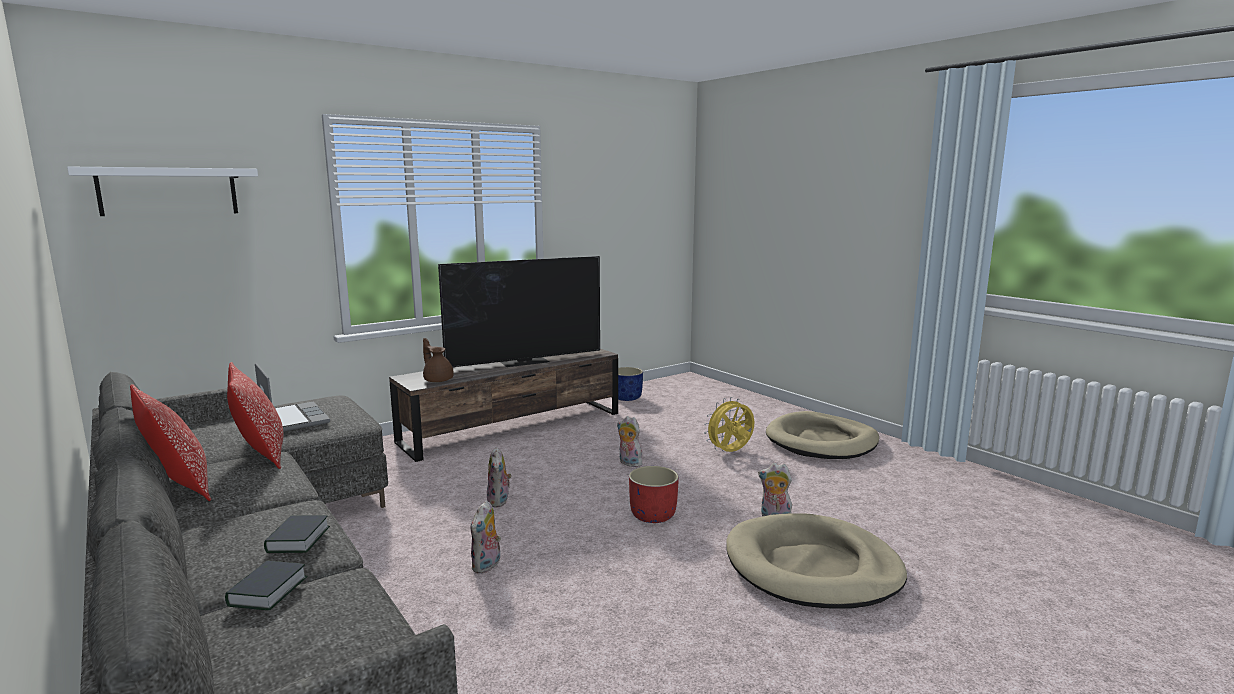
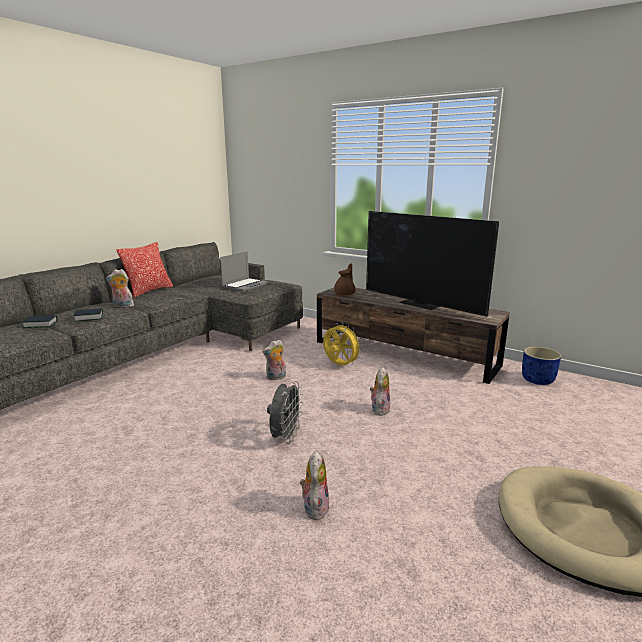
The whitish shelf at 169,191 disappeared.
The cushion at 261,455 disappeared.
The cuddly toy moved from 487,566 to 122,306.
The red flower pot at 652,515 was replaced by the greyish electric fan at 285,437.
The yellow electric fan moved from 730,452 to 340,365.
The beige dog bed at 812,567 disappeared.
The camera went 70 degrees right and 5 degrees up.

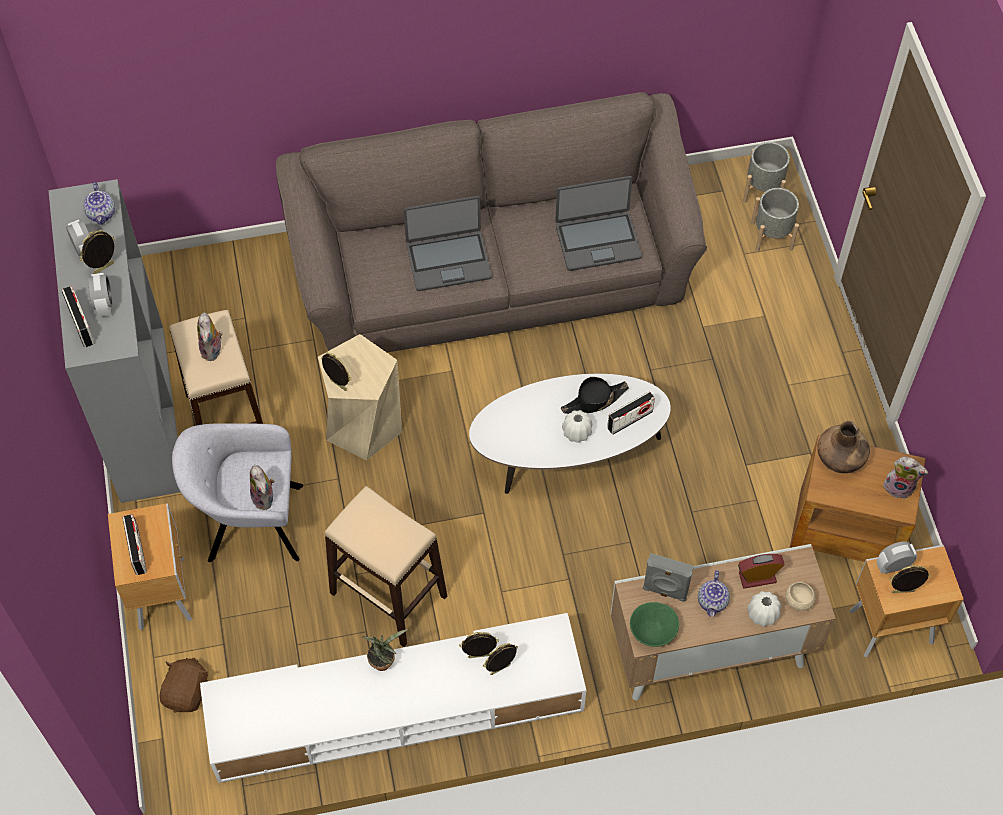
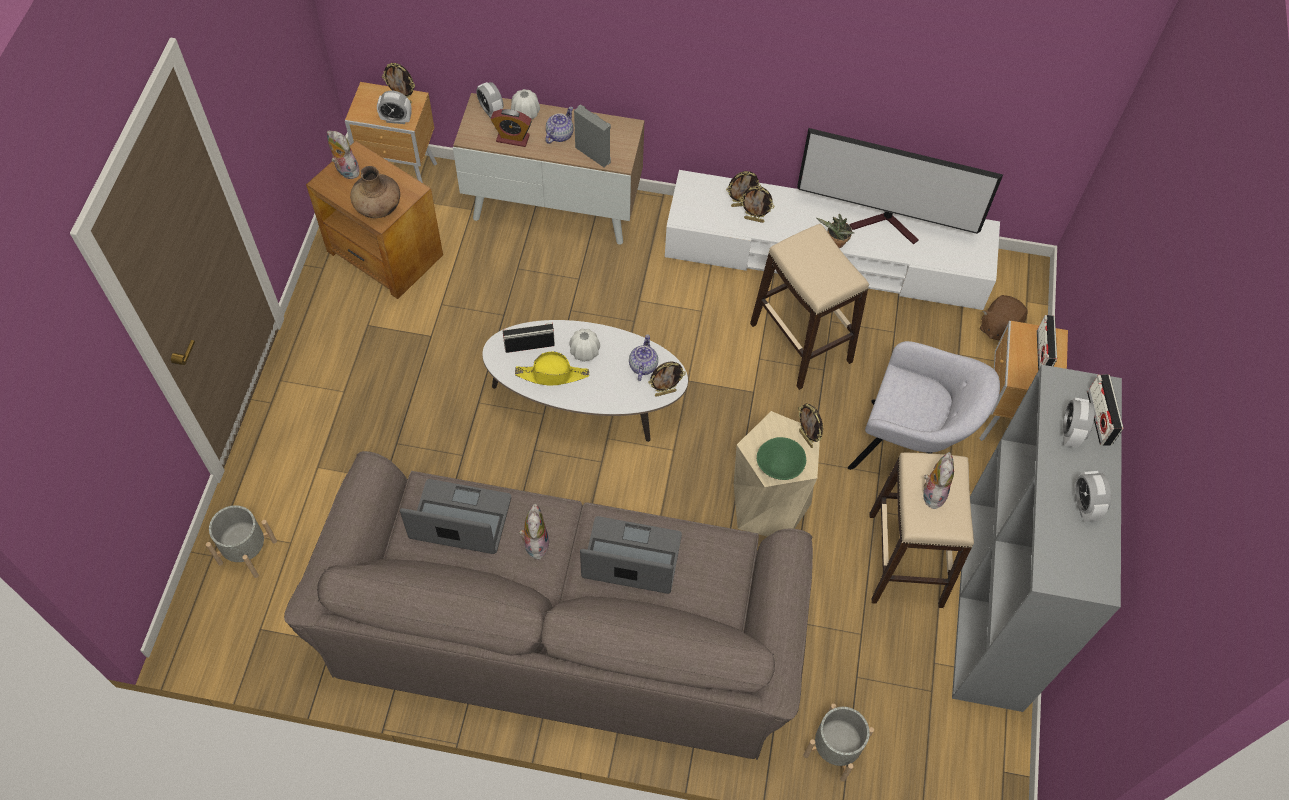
The picture frame moved from 104,269 to 665,392.
The teapot moved from 102,213 to 642,365.
The cuddly toy moved from 265,498 to 535,543.
The black hat at 594,400 became the yellow hat at 552,374.
The green deep dish moved from 653,631 to 778,467.
The greyish flower pot moved from 763,190 to 834,749.
The beige deep dish at 798,601 was replaced by the table clock at 491,112.
The television at 887,225 appeared.
The camera went 160 degrees left and 0 degrees up.

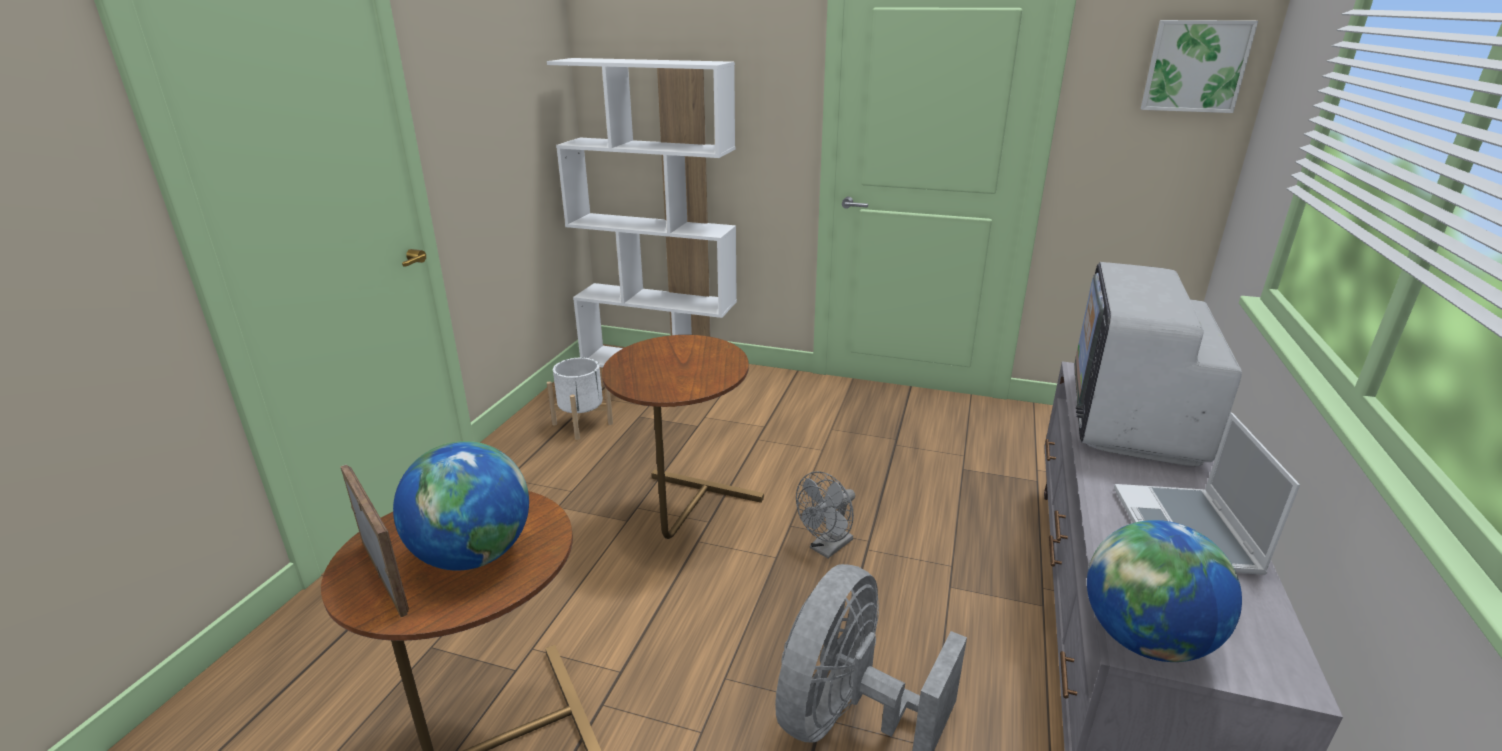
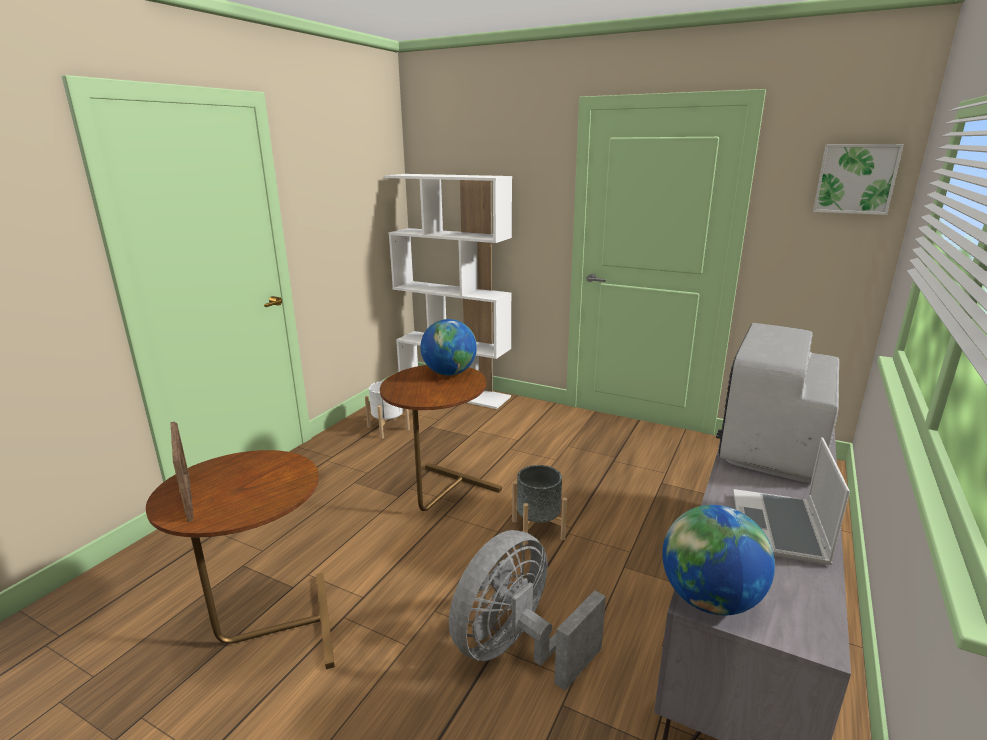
The world globe moved from 473,555 to 449,373.
The greyish electric fan at 827,548 was replaced by the greyish flower pot at 538,529.
The camera went 10 degrees right and 5 degrees down.

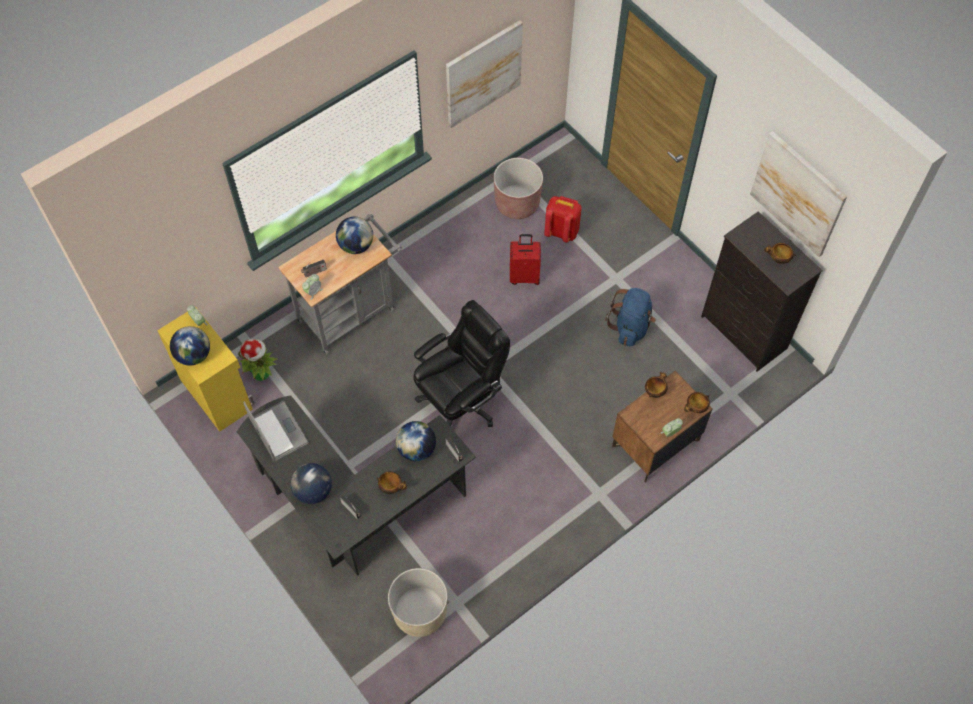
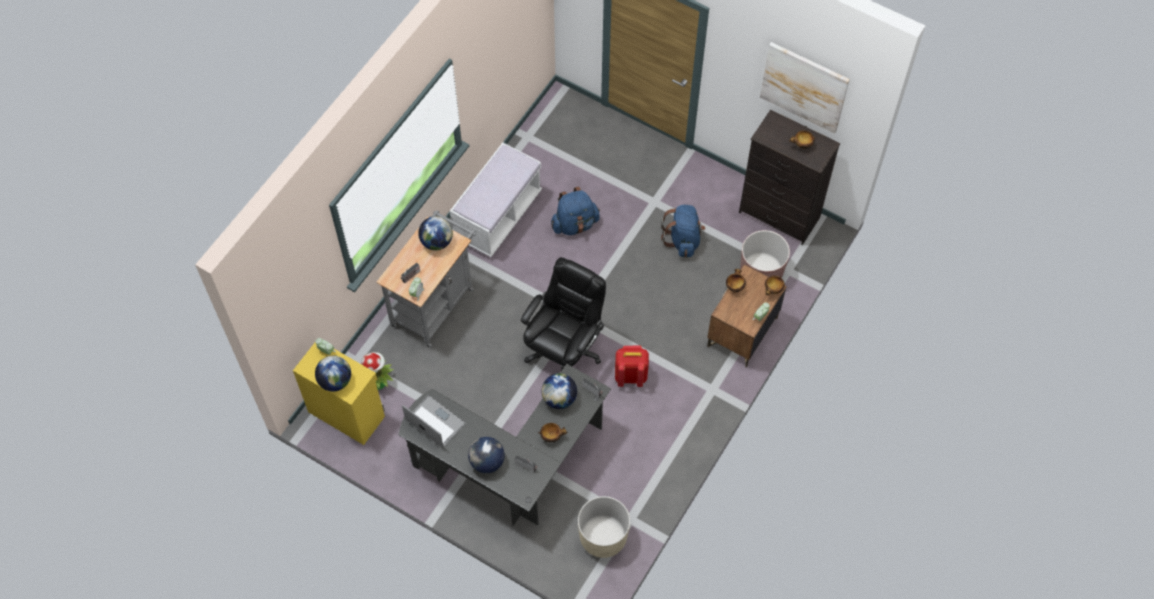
The wall art at 483,73 disappeared.
The brownish flower pot moved from 517,203 to 761,272.
The red suitcase at 524,276 was replaced by the bluish rucksack at 575,224.
The red rucksack moved from 561,231 to 630,375.
The whitish indoor bench at 498,216 appeared.
The camera went 20 degrees left and 0 degrees up.

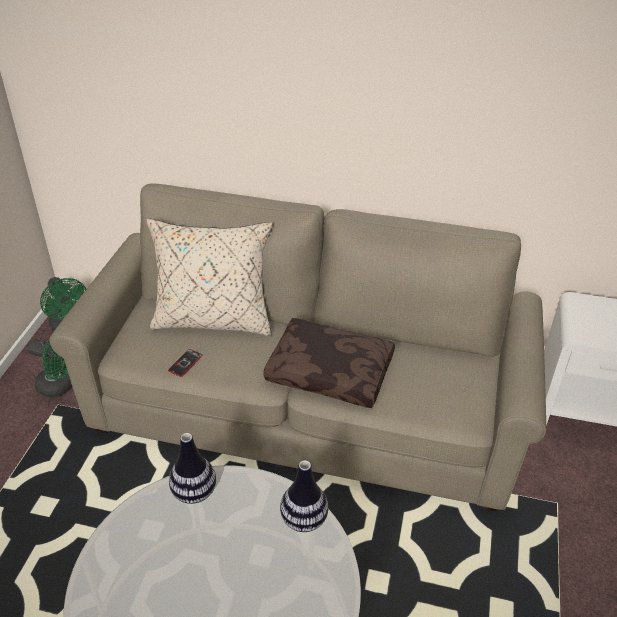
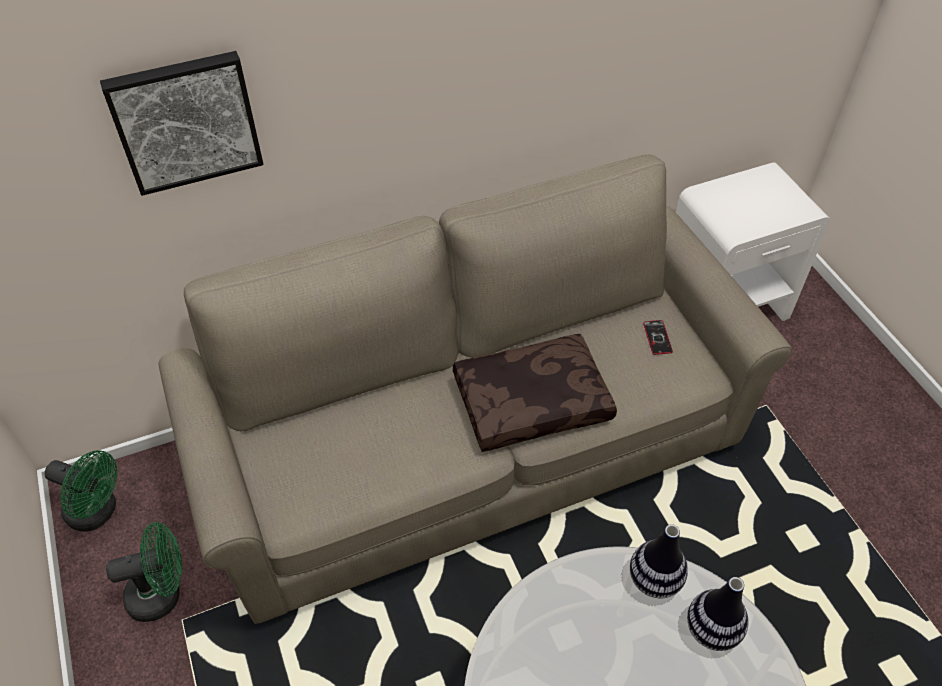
The beige cushion at 213,319 disappeared.
The phone moved from 185,363 to 657,338.
The vase moved from 194,492 to 712,630.
The wall art at 185,121 appeared.
The camera went 35 degrees left and 10 degrees up.

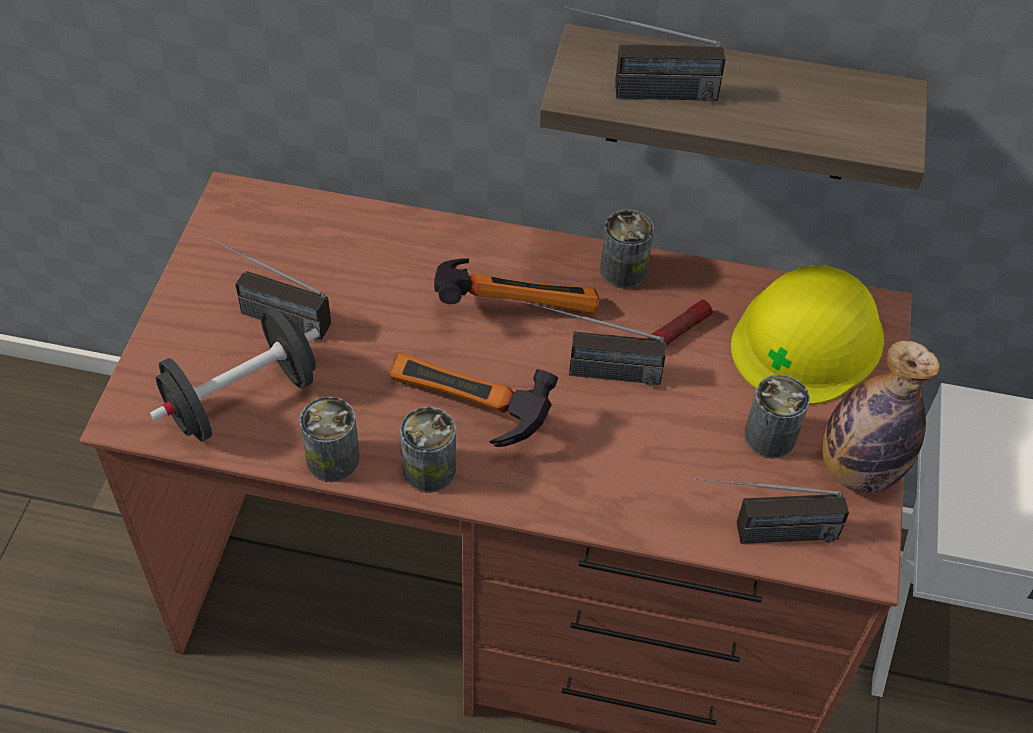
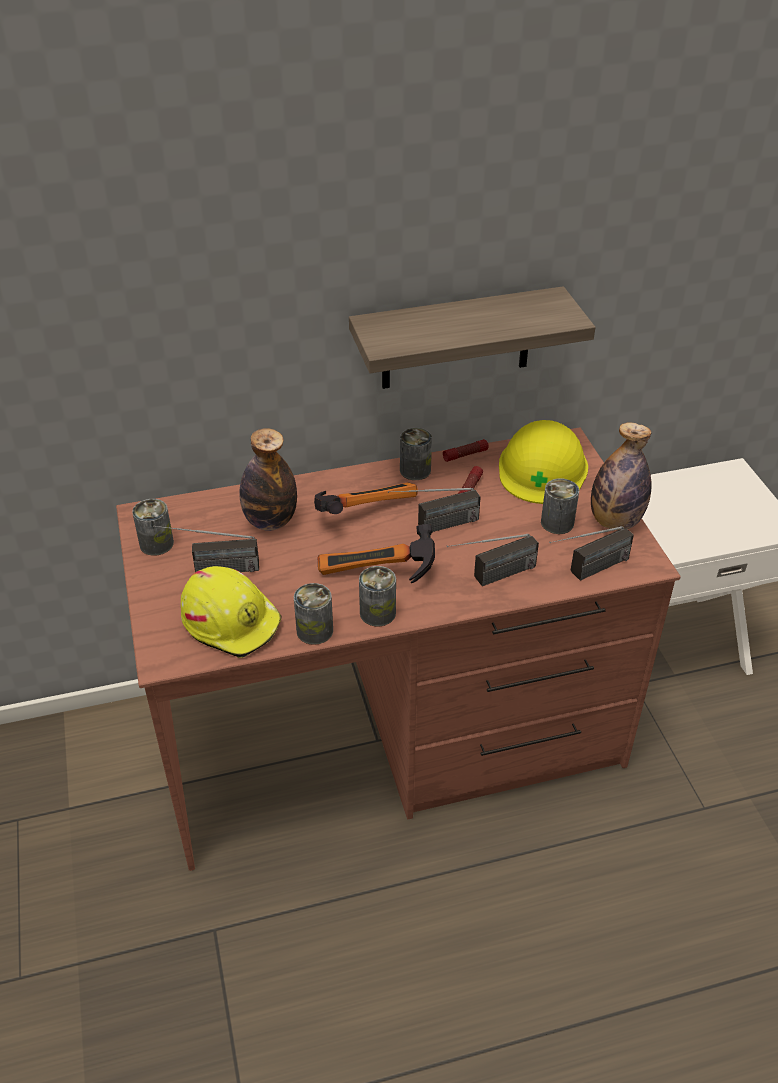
The black hand weight at 242,399 was replaced by the yellow work helmet at 232,621.
The radio moved from 638,92 to 491,578.
The can at 156,543 appeared.
The bottle at 270,521 appeared.
The hand torch at 465,455 appeared.
The camera went 25 degrees left and 10 degrees down.

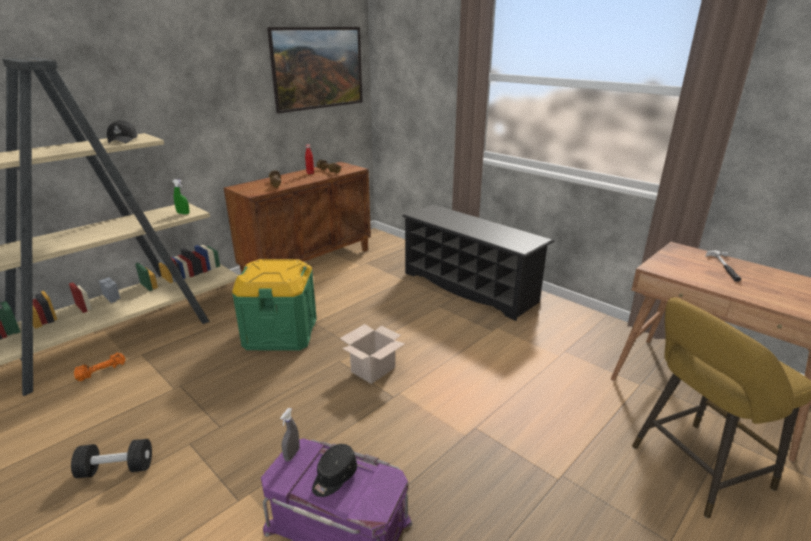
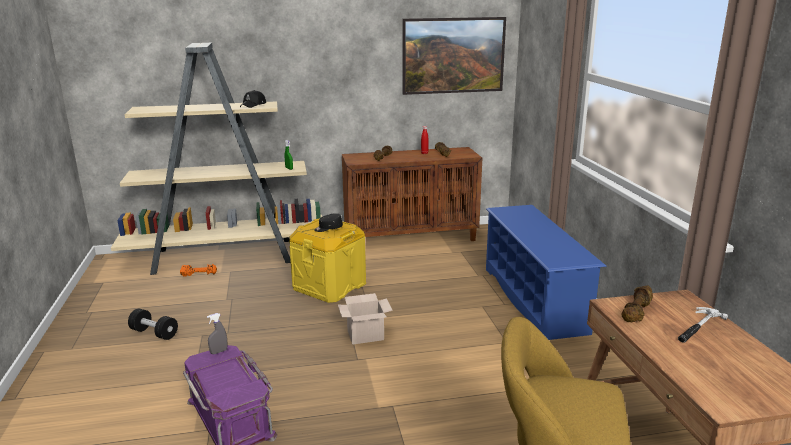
The green storage bin at 280,333 became the yellow storage bin at 329,286.
The black baseball cap moved from 334,477 to 328,228.
The black shoe stand at 469,287 became the bluish shoe stand at 534,299.
The brownish hand weight at 637,312 appeared.
The camera went 35 degrees right and 5 degrees down.

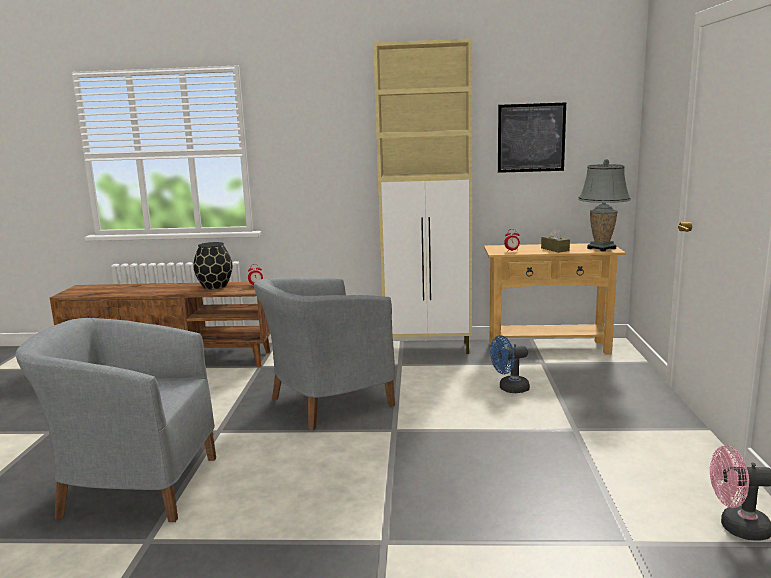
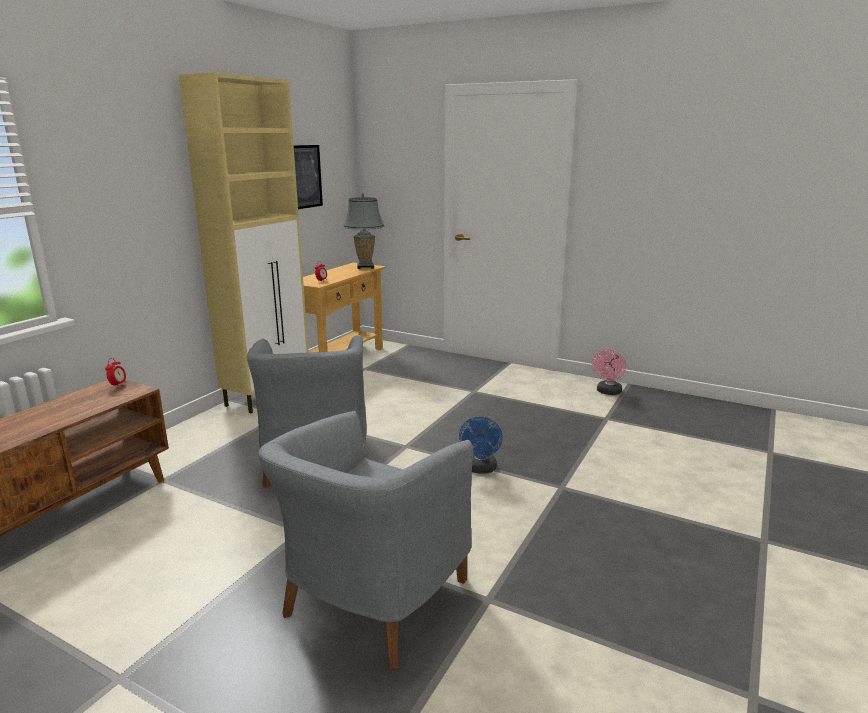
The black vase at 215,286 disappeared.
The bluish electric fan moved from 509,389 to 480,469.
The brownish box of tissues at 555,249 disappeared.
The camera went 65 degrees left and 5 degrees up.

